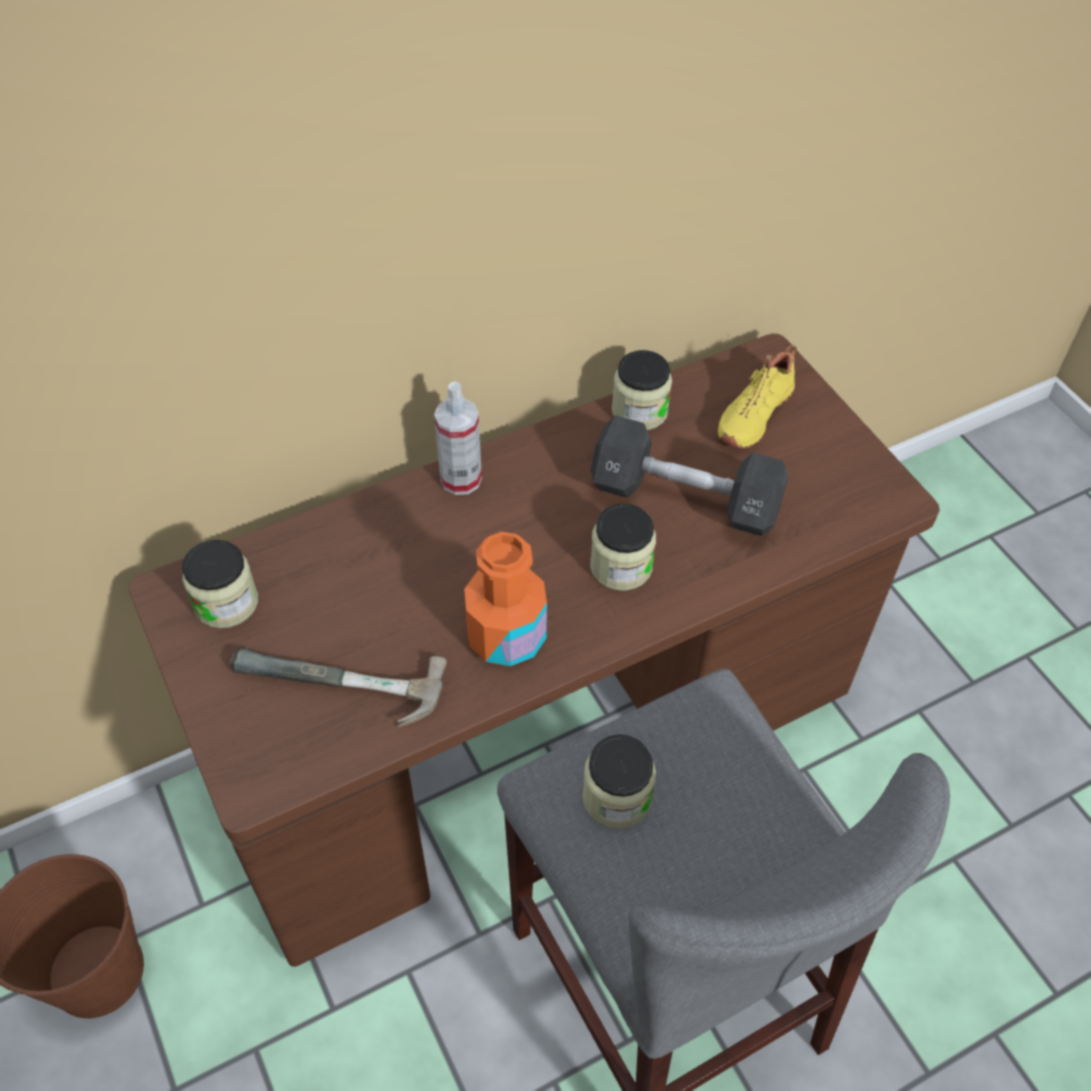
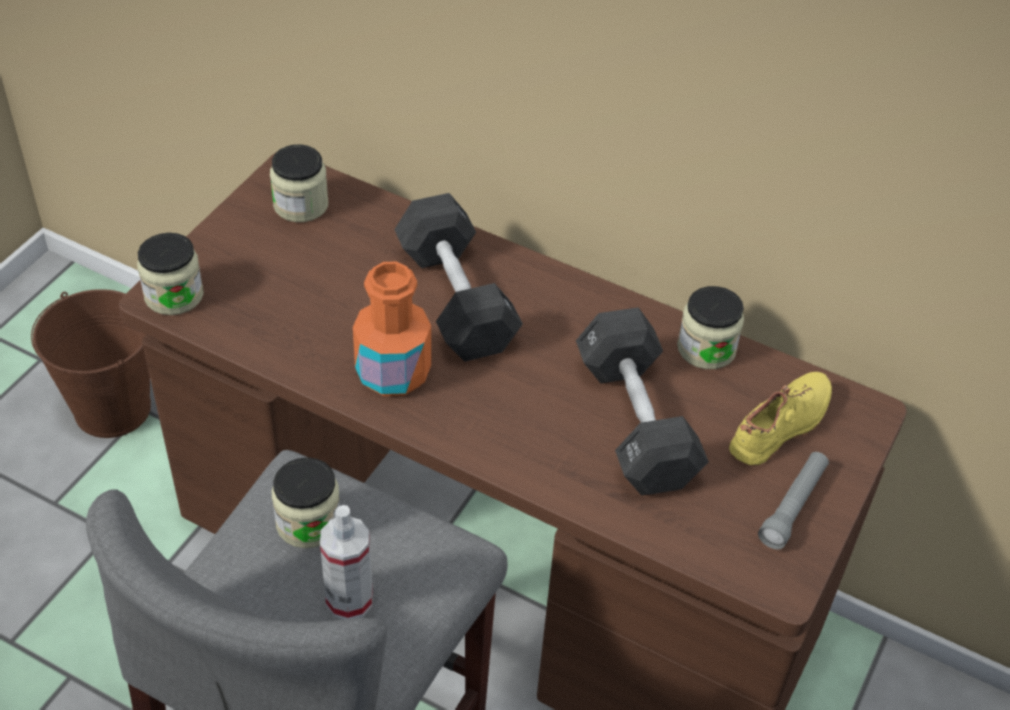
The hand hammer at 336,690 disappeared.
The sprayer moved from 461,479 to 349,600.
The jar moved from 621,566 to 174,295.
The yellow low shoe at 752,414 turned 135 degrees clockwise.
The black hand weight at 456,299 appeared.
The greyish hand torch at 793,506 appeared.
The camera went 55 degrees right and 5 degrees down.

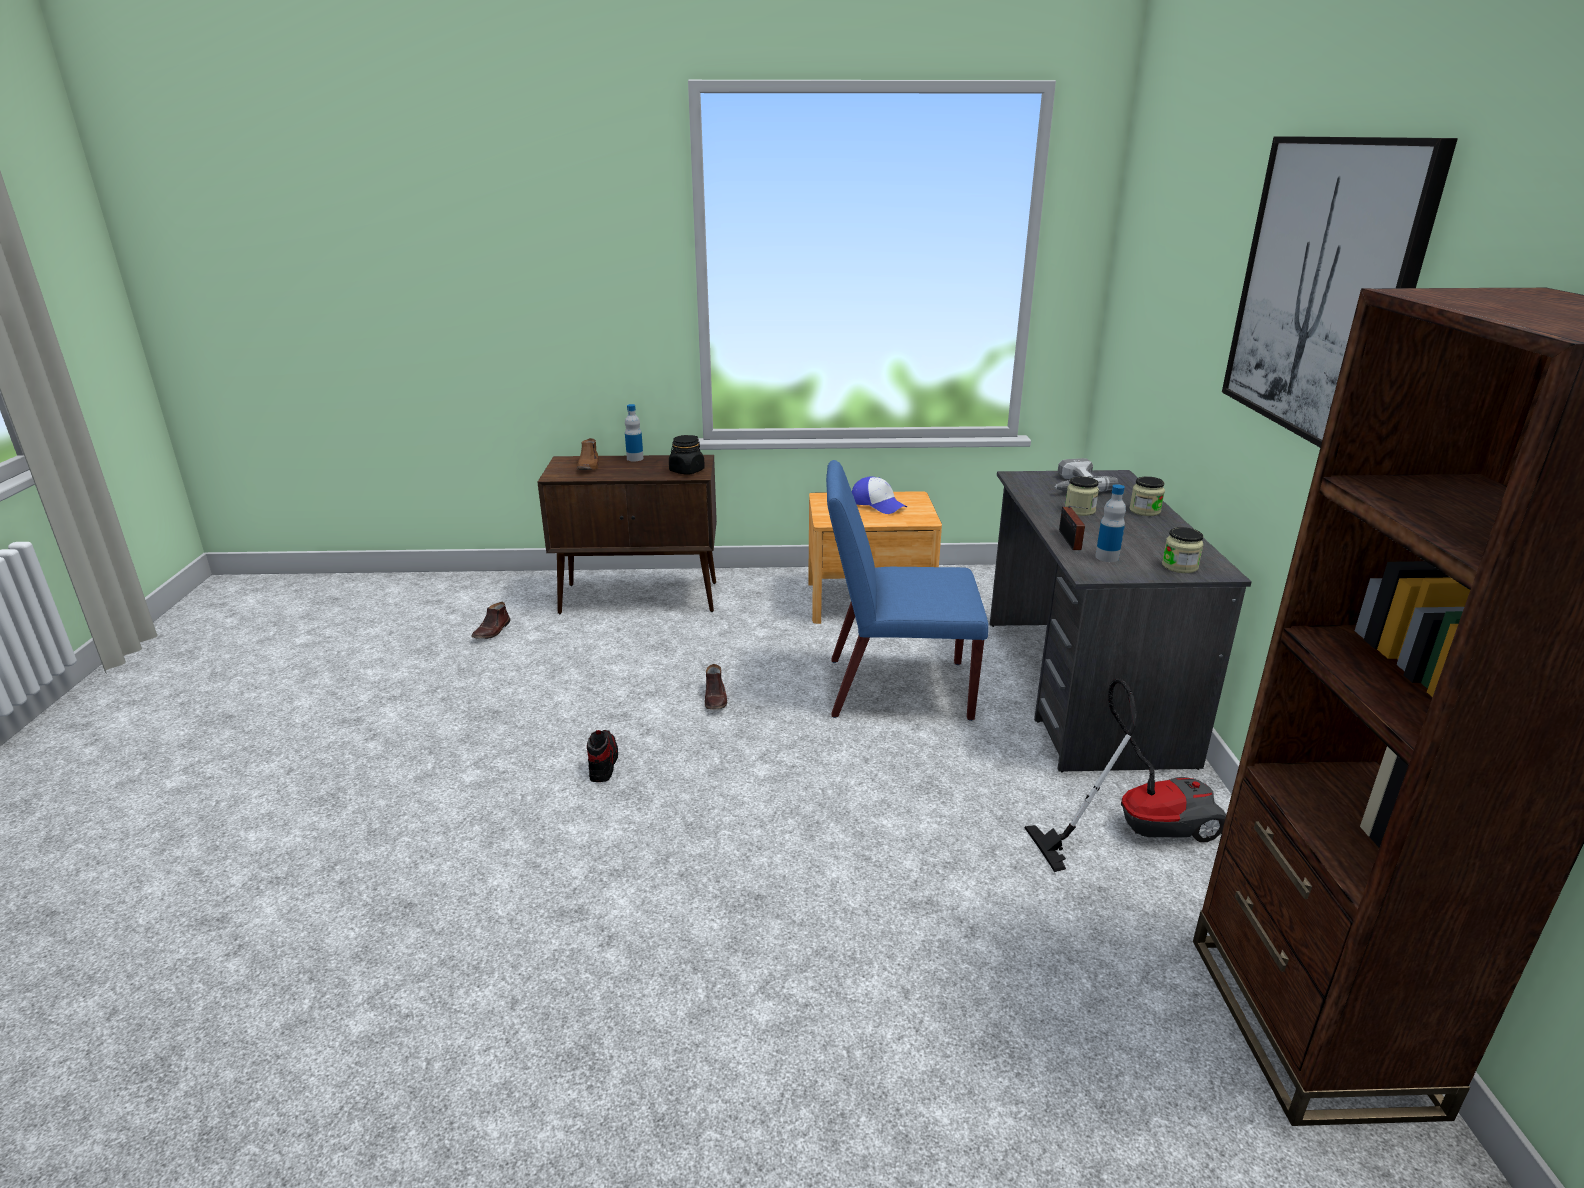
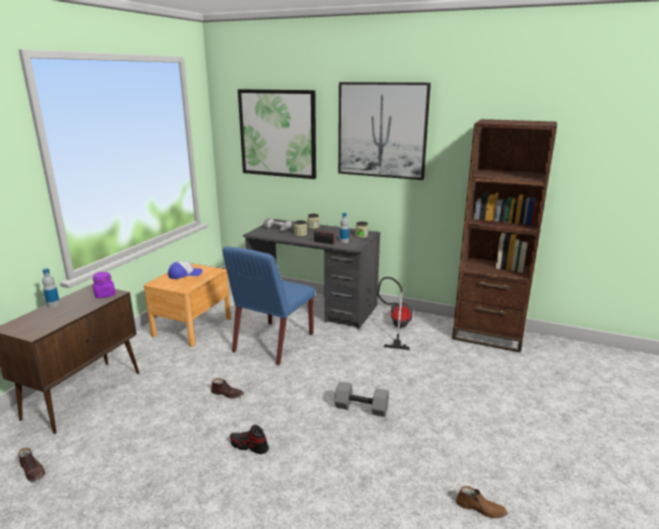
The brownish low shoe moved from 589,466 to 480,508.
The black jar at 686,471 became the purplish jar at 105,295.
The wall art at 278,133 appeared.
The greyish hand weight at 362,408 appeared.
The camera went 65 degrees left and 5 degrees down.

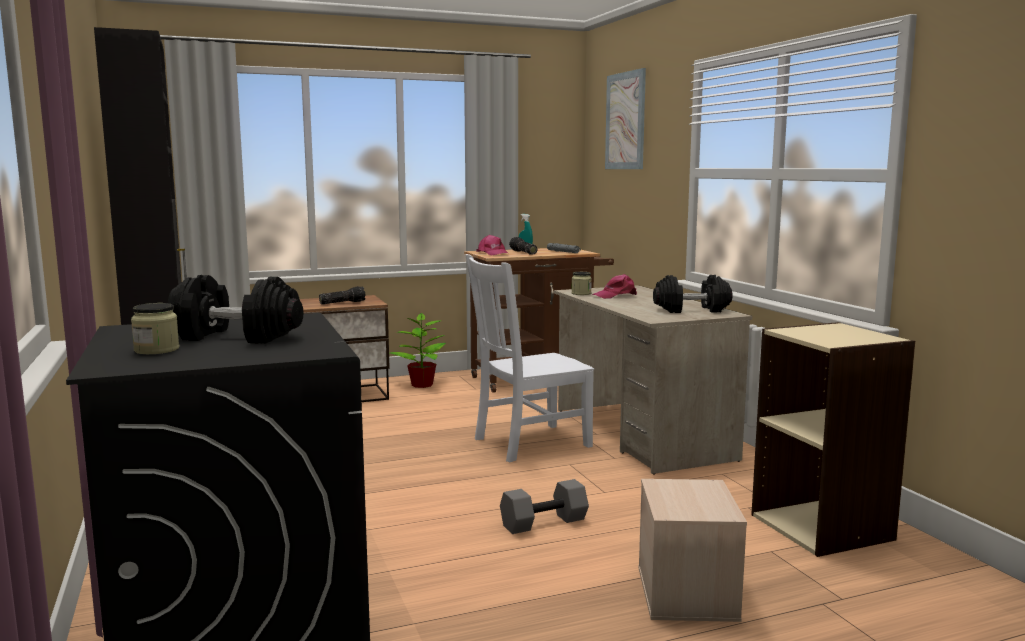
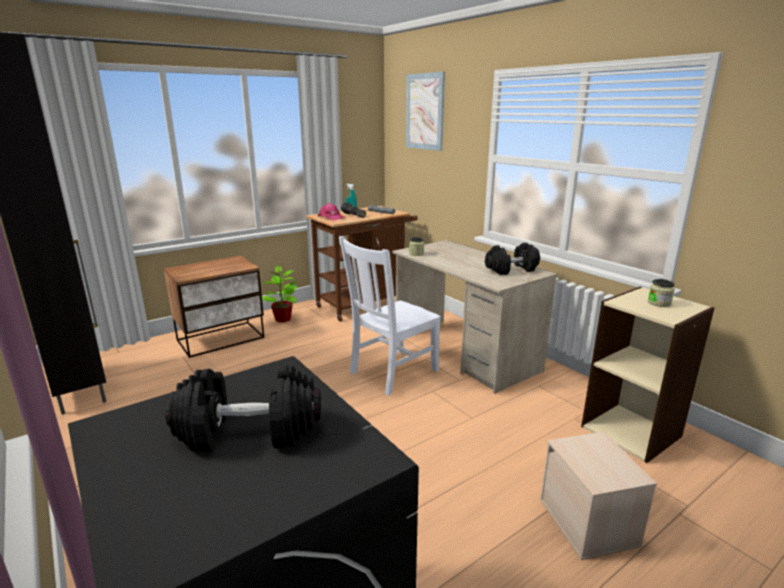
The jar moved from 157,350 to 659,303.
The hand torch at 342,303 disappeared.
The greyish hand weight at 544,522 disappeared.
The pinkish baseball cap at 615,296 disappeared.
The camera went 15 degrees left and 10 degrees up.

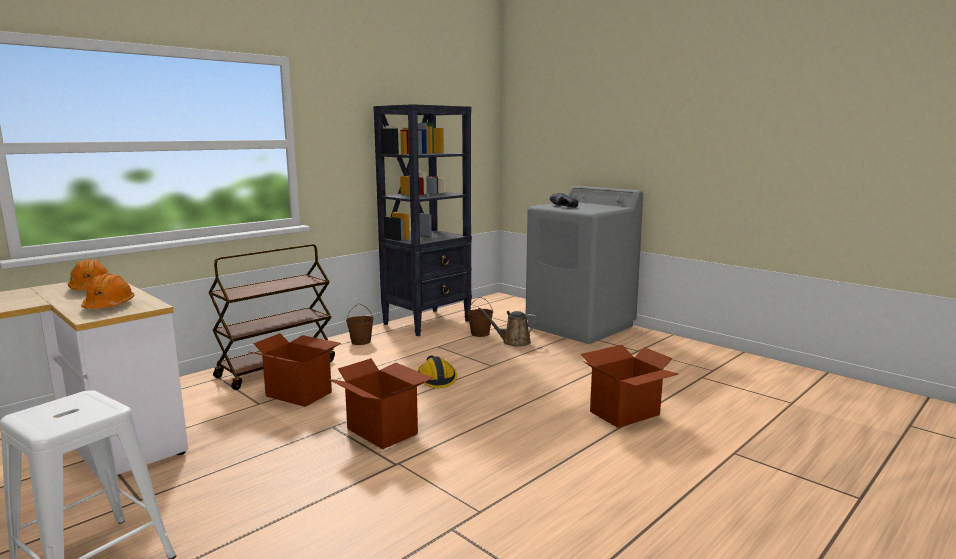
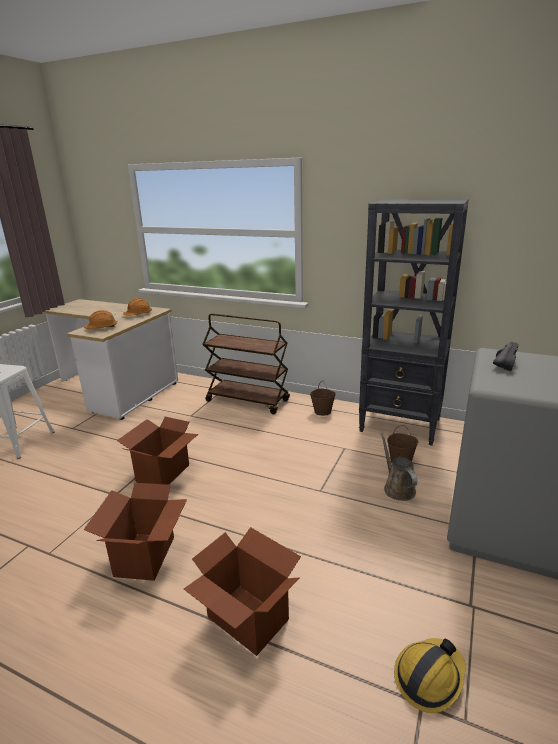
The cardboard box moved from 299,394 to 146,556.
The work helmet moved from 435,379 to 429,677.
The camera went 70 degrees right and 10 degrees up.

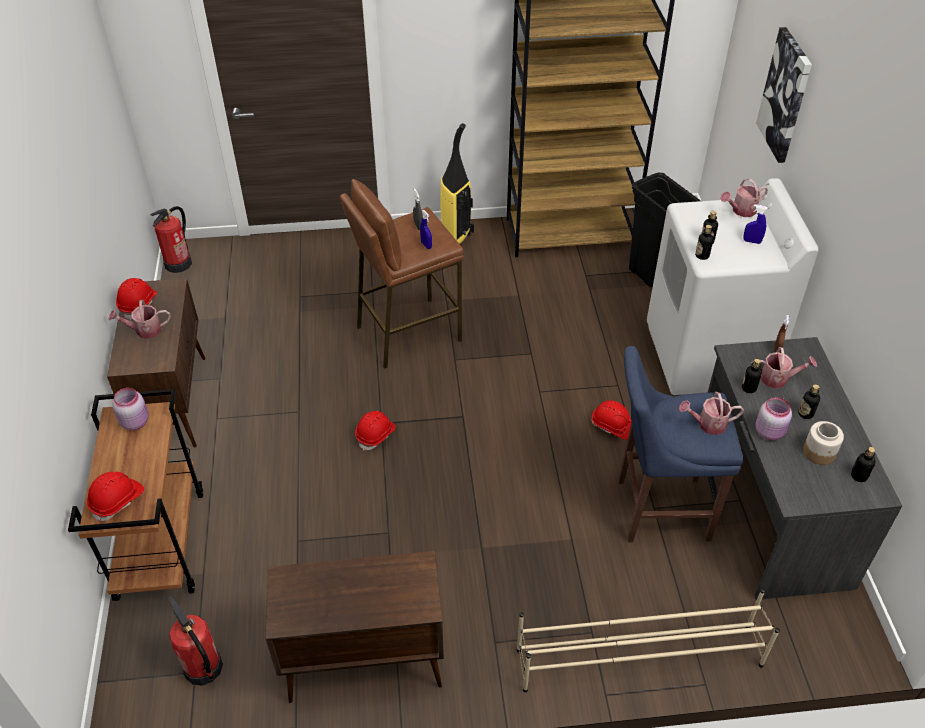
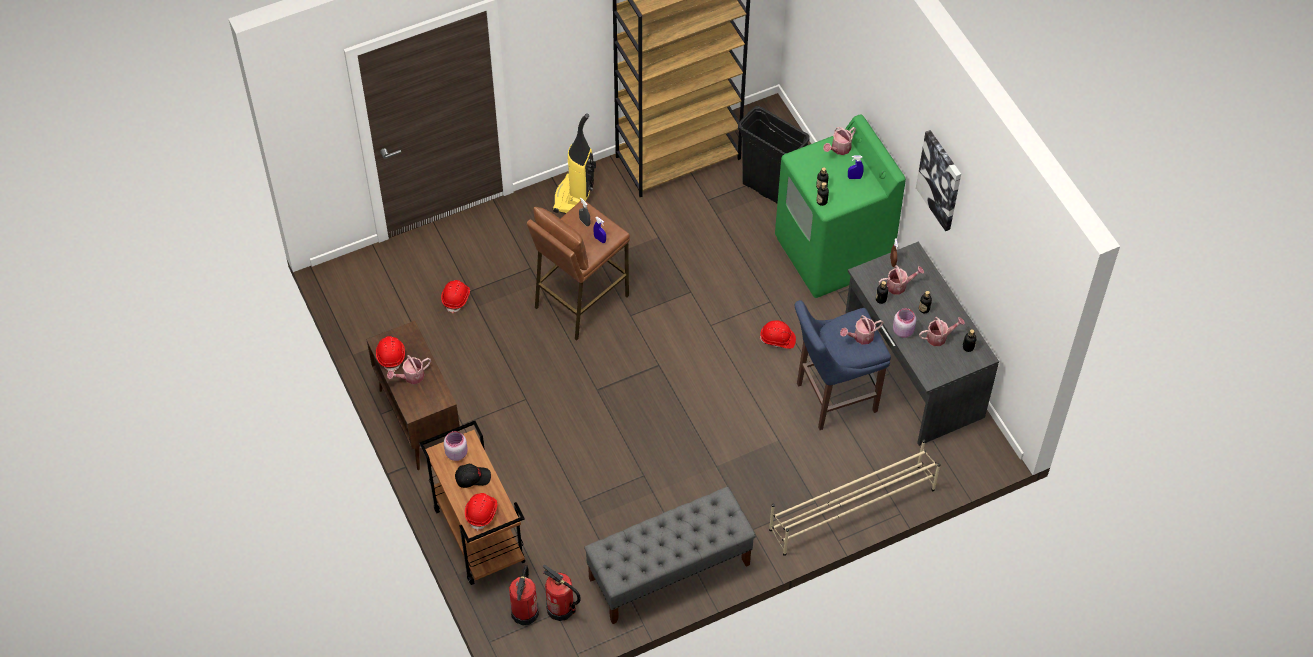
The extinguisher moved from 178,263 to 525,611.
The brownish cabinet at 362,664 was replaced by the greyish indoor bench at 669,572.
The red work helmet moved from 376,435 to 456,298.
The whitish washing machine at 708,355 became the green washing machine at 833,253.
The wall art moved from 785,95 to 940,180.
The jar at 819,452 was replaced by the watering pot at 939,337.
The black baseball cap at 472,477 appeared.
The camera went 20 degrees left and 10 degrees up.

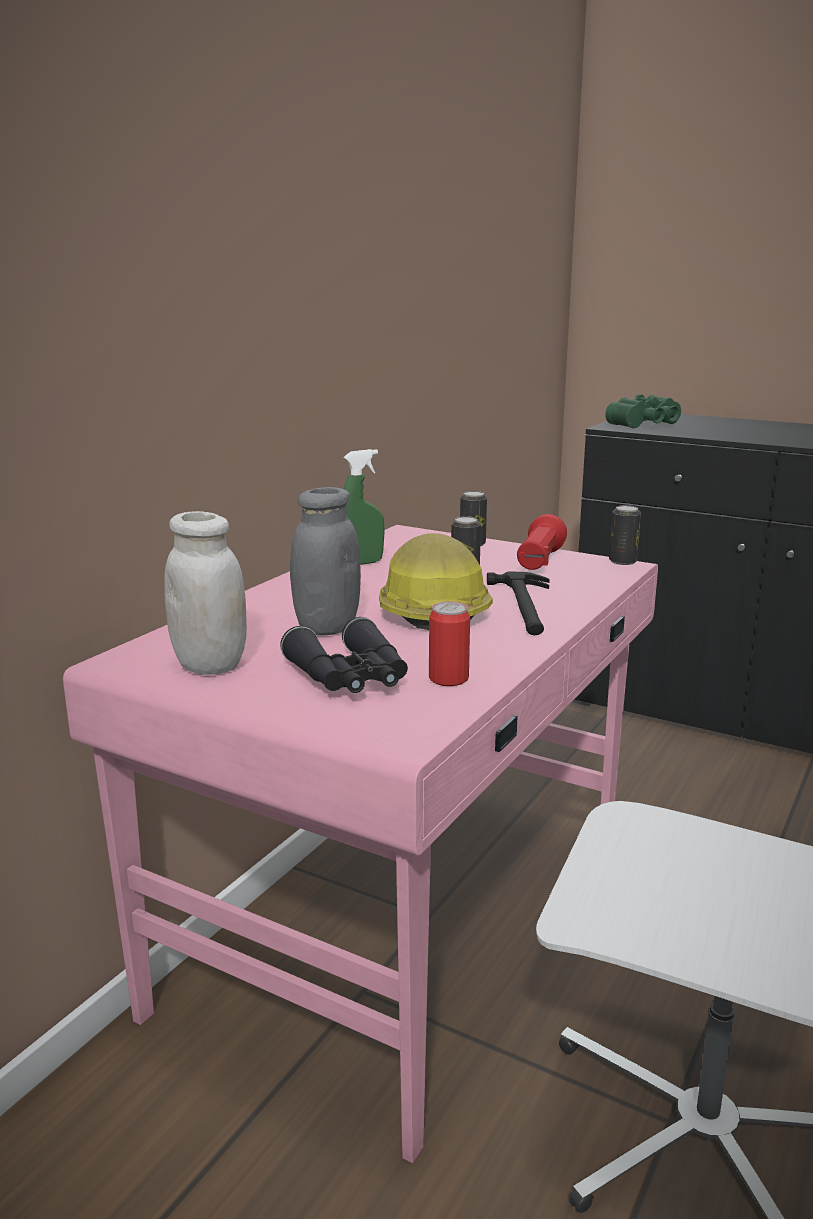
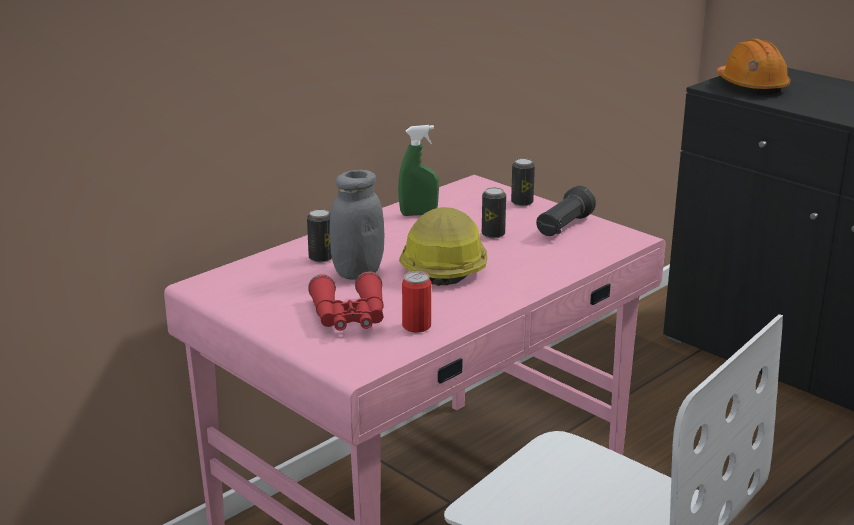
The whitish jar at 210,665 disappeared.
The black binoculars at 350,678 became the red binoculars at 349,317.
The hand hammer at 525,607 disappeared.
The red hand torch at 539,562 became the black hand torch at 563,227.
The green binoculars at 648,425 was replaced by the orangey work helmet at 751,86.
The can moved from 622,561 to 321,258.
The camera went 15 degrees right and 5 degrees up.

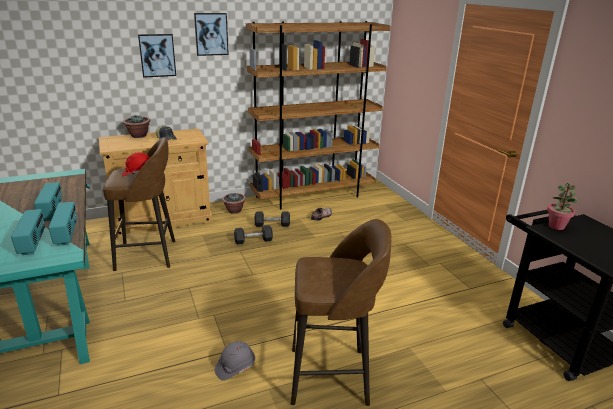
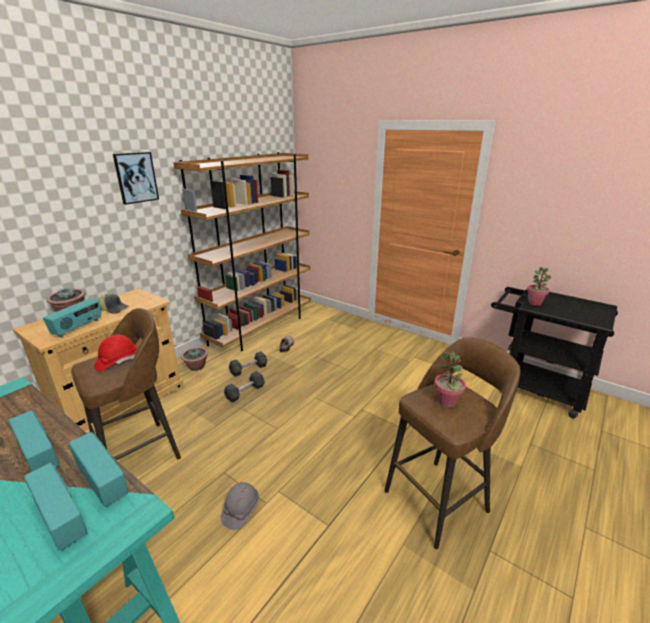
The wall art at 157,55 disappeared.
The greyish work helmet moved from 235,367 to 240,510.
The radio at 78,328 appeared.
The plant in a pot at 447,401 appeared.
The camera went 30 degrees left and 0 degrees up.

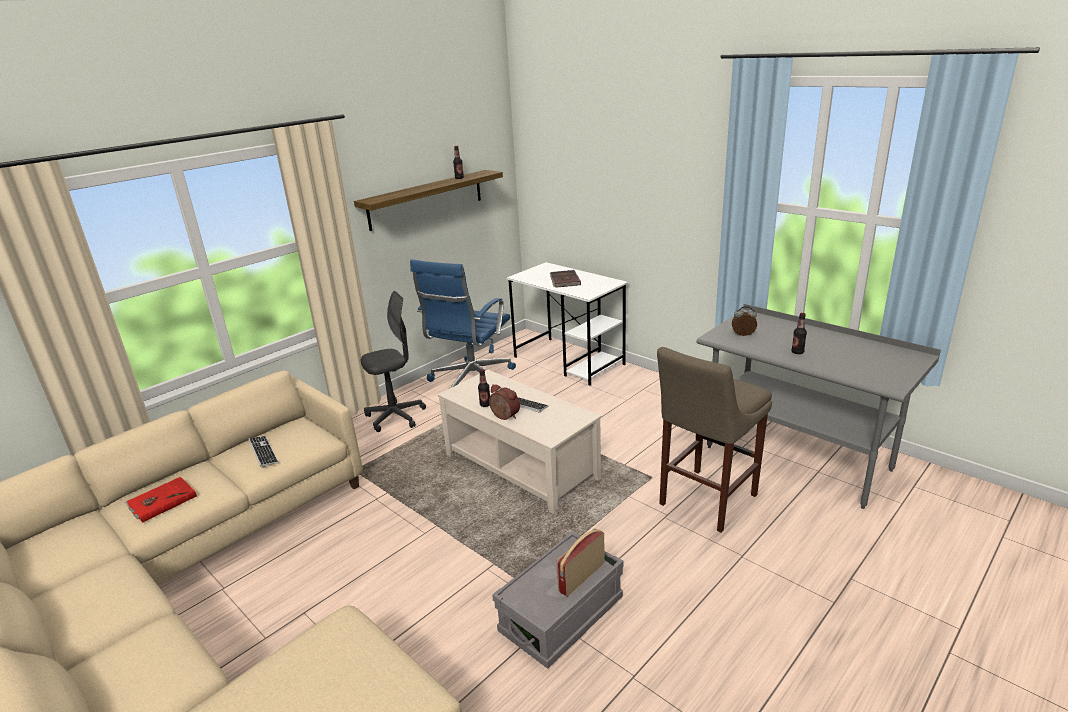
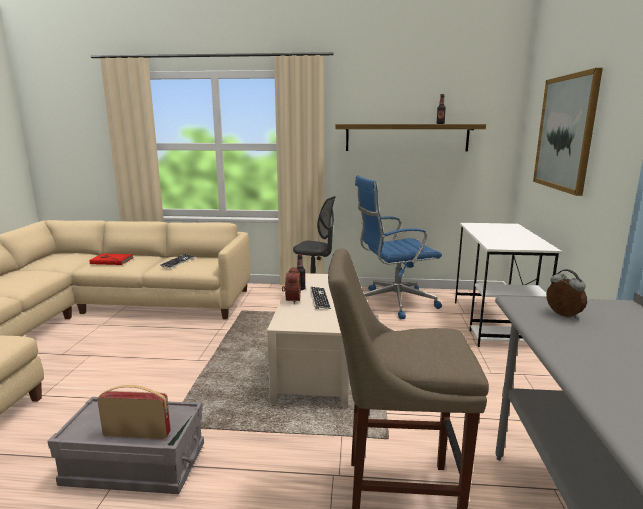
The brownish bound book at 564,281 disappeared.
The bottle at 797,352 disappeared.
The wall art at 565,133 appeared.
The camera went 50 degrees right and 10 degrees down.

